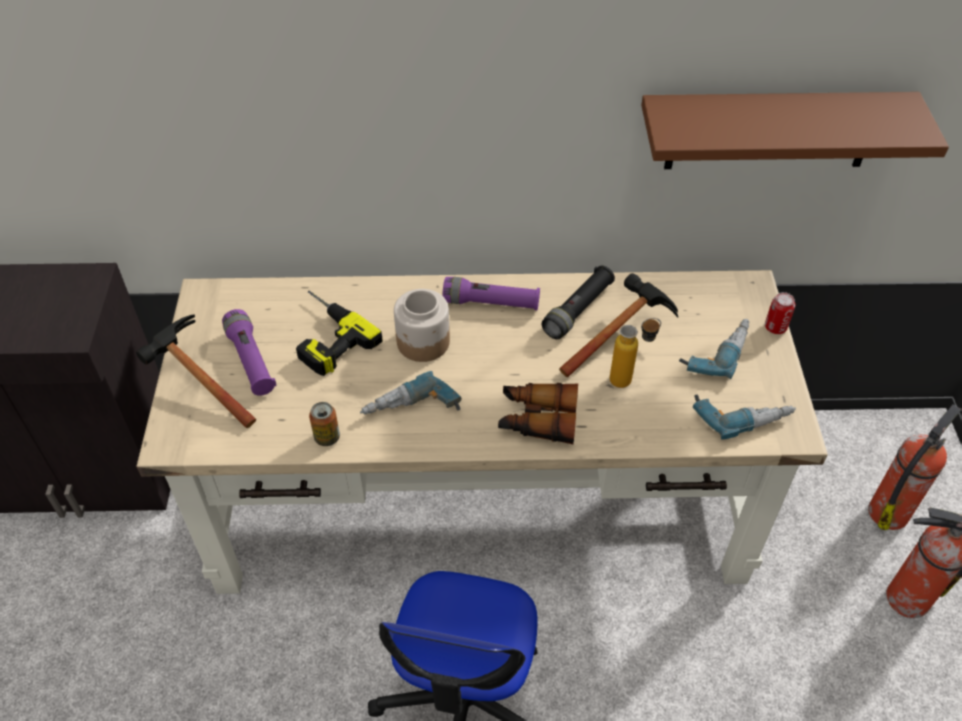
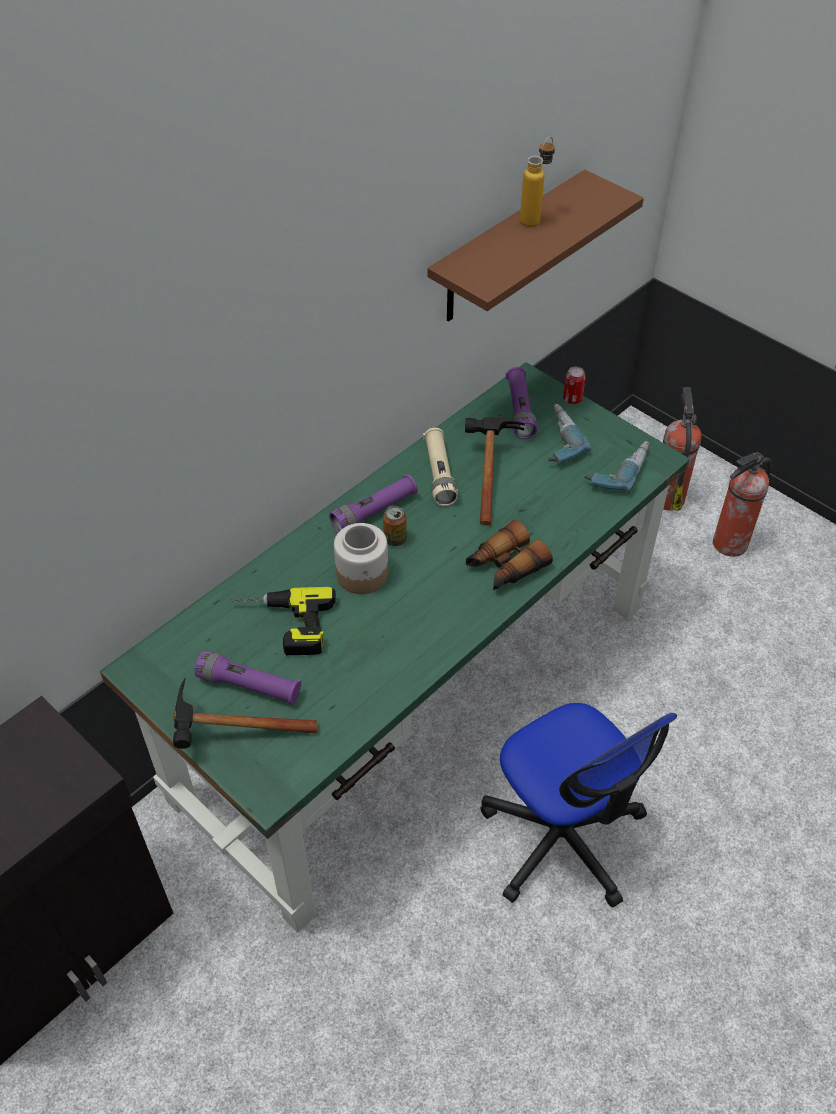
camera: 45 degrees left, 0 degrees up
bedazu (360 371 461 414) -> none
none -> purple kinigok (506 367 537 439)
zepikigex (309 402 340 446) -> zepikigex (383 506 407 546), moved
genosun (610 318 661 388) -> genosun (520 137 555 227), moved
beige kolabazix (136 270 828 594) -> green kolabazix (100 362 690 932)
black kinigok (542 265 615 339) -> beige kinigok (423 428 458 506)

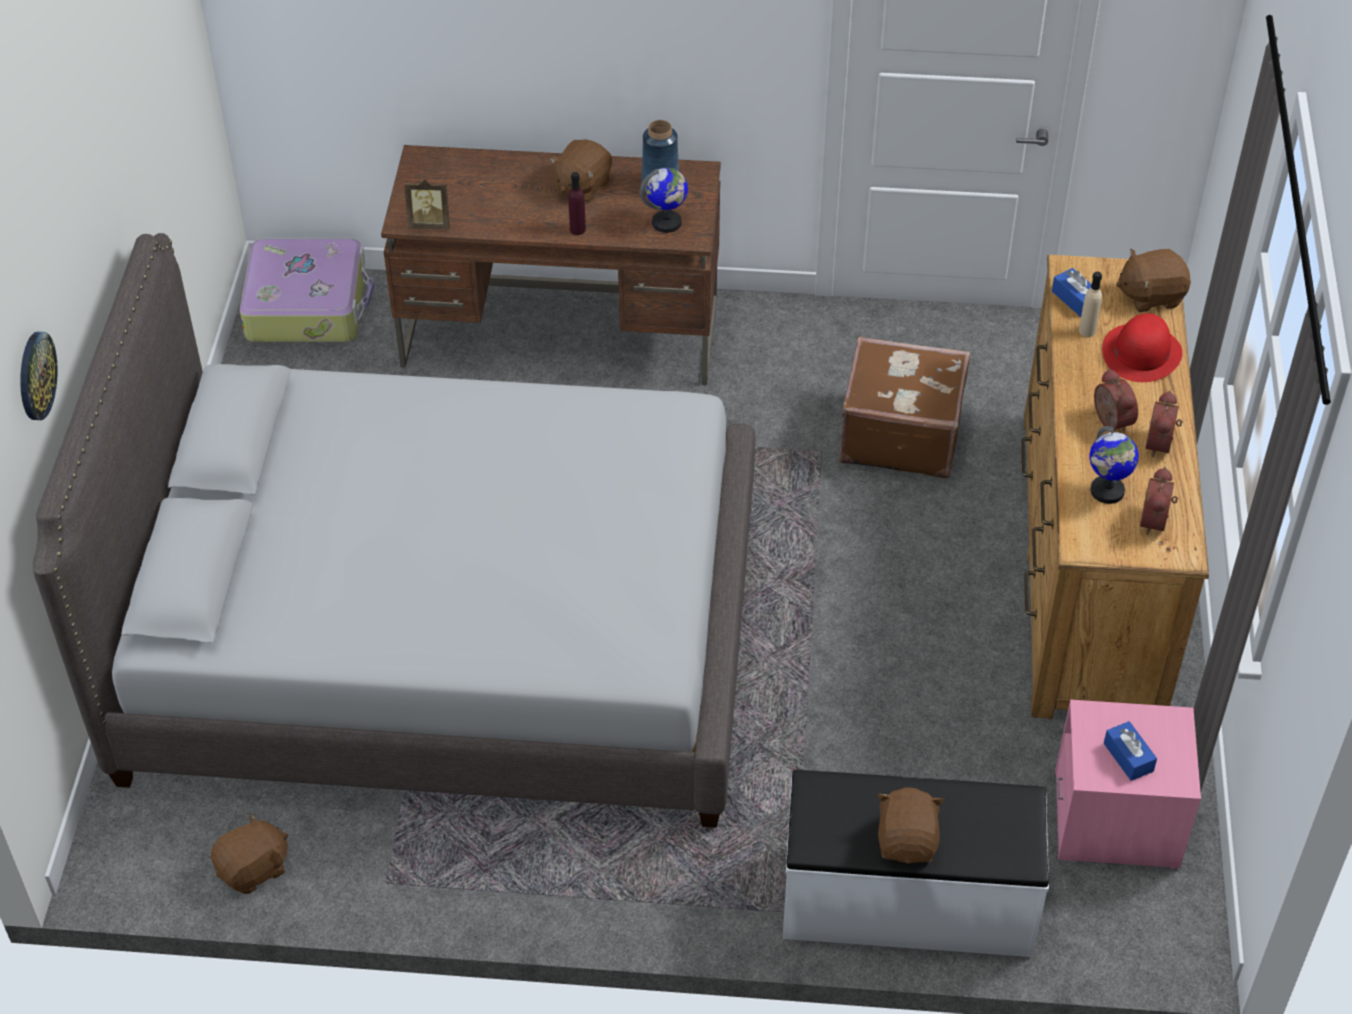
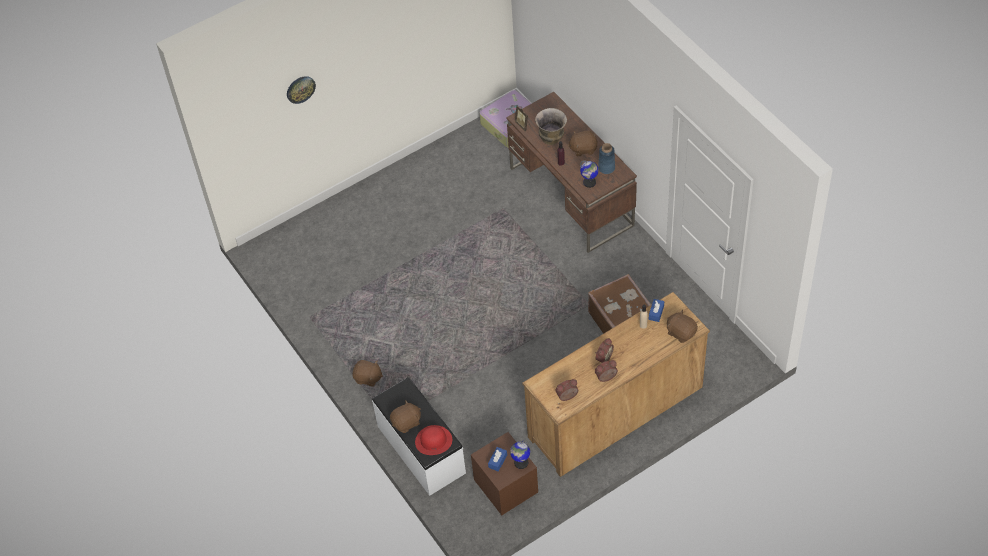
camera: 55 degrees right, 5 degrees up
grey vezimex (33 233 755 828) -> none
none -> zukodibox (535 108 567 145)
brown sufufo (211 813 288 894) -> brown sufufo (352 360 383 387), moved
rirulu (1089 426 1139 504) -> rirulu (510 439 530 469), moved
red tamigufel (1102 313 1183 382) -> red tamigufel (415 425 452 455), moved
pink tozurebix (1055 699 1201 869) -> brown tozurebix (471 432 538 515)

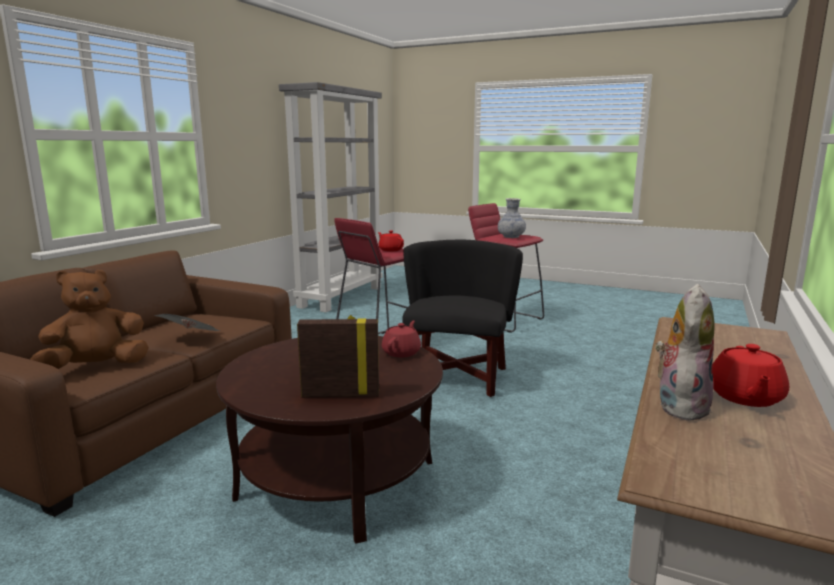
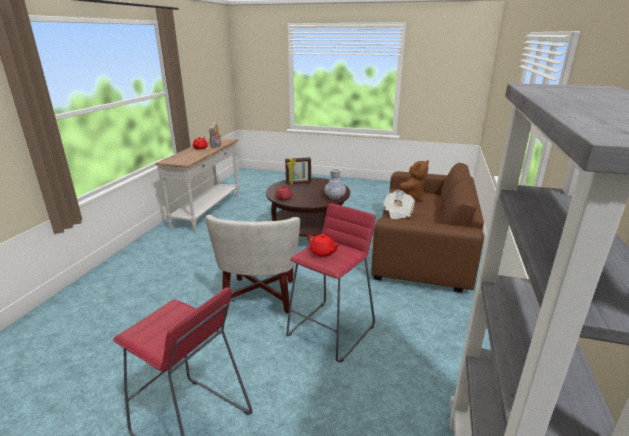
camera: 170 degrees right, 10 degrees up
zukodibox (498 198 526 238) -> zukodibox (325 168 346 199), moved
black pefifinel (402 240 523 397) -> white pefifinel (206 215 300 313)

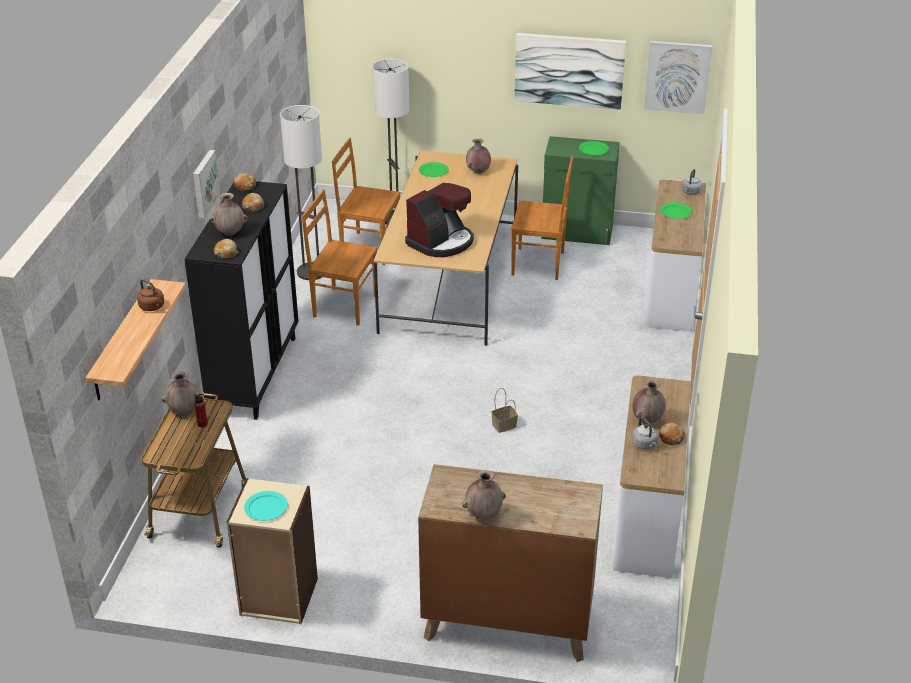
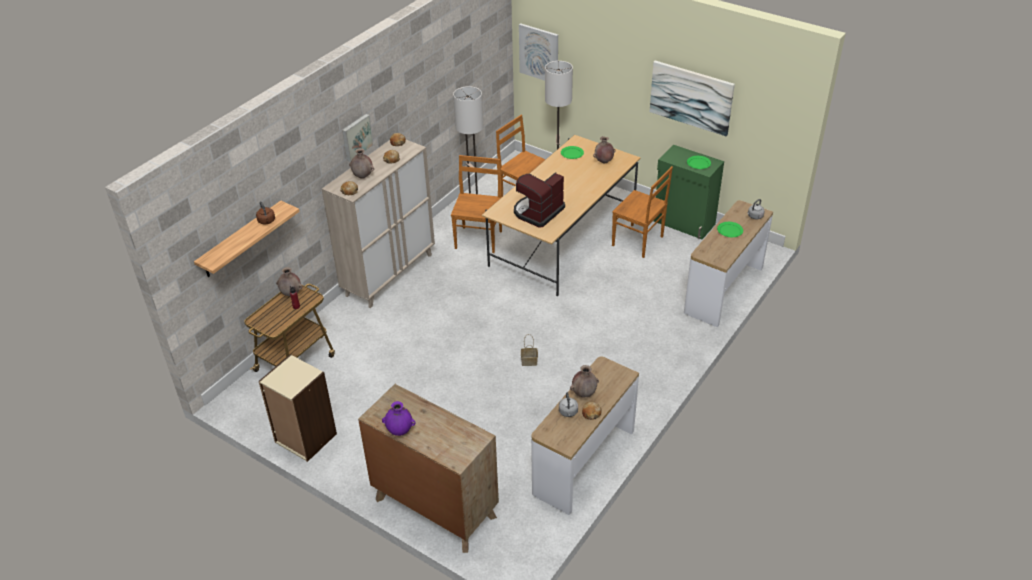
camera: 25 degrees right, 5 degrees up
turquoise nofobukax (244 491 288 521) -> none
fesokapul (644 41 713 114) -> fesokapul (519 23 558 81), moved
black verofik (185 181 299 420) -> beige verofik (322 140 435 308)
brown zukodibox (462 470 506 519) -> purple zukodibox (382 401 415 436)
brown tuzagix (302 189 378 326) -> brown tuzagix (451 155 502 253), 60 degrees clockwise
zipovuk (405 183 474 257) -> zipovuk (514 172 565 228), 150 degrees clockwise

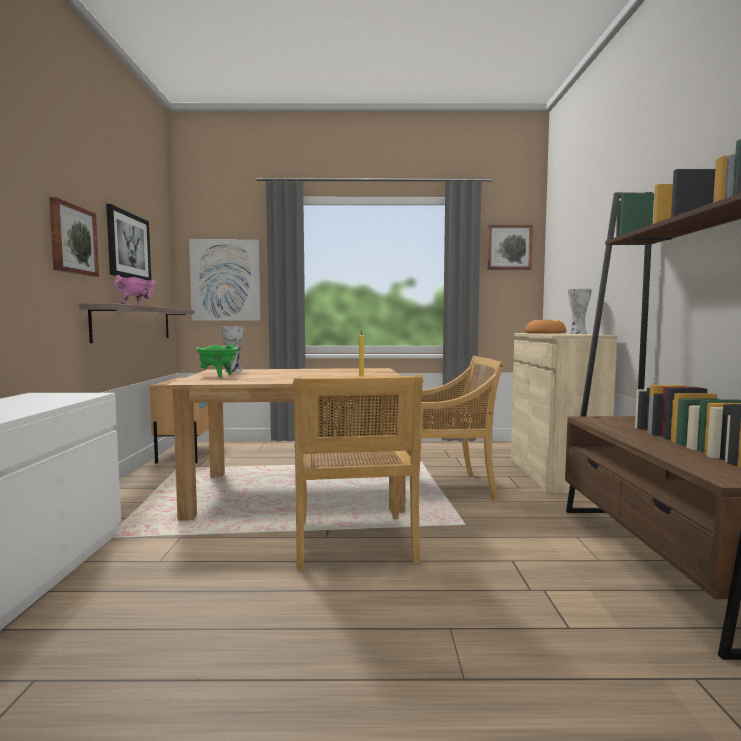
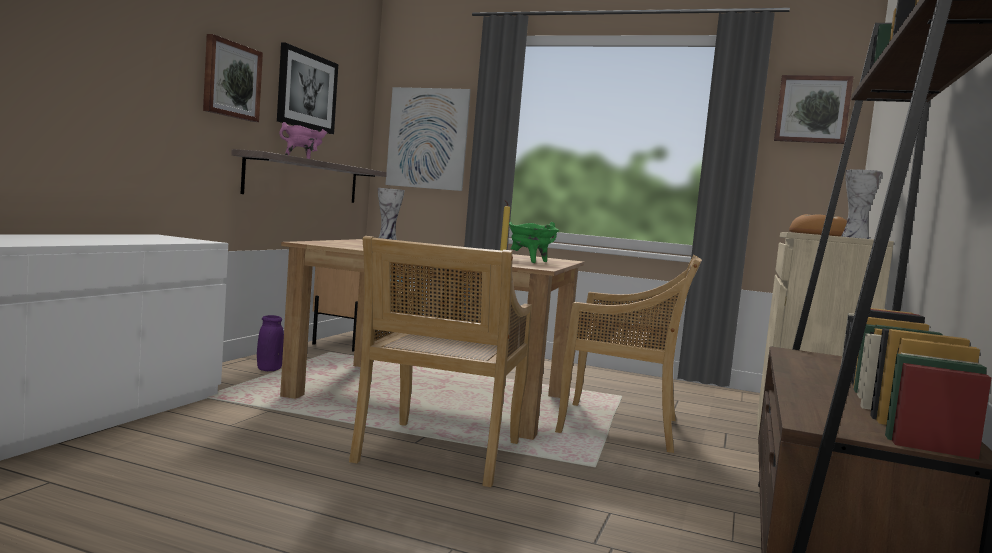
camera: 20 degrees right, 0 degrees up
none -> purple zukodibox (257 315 284 371)
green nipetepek (196 343 238 377) -> green nipetepek (509 222 559 263), moved

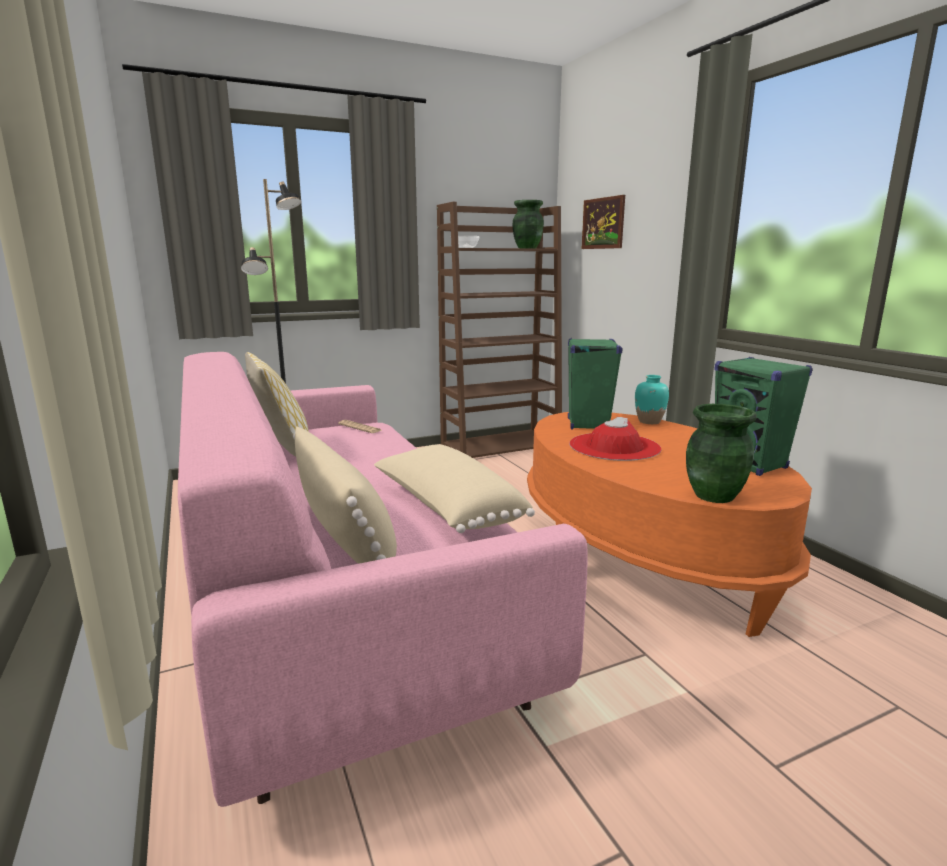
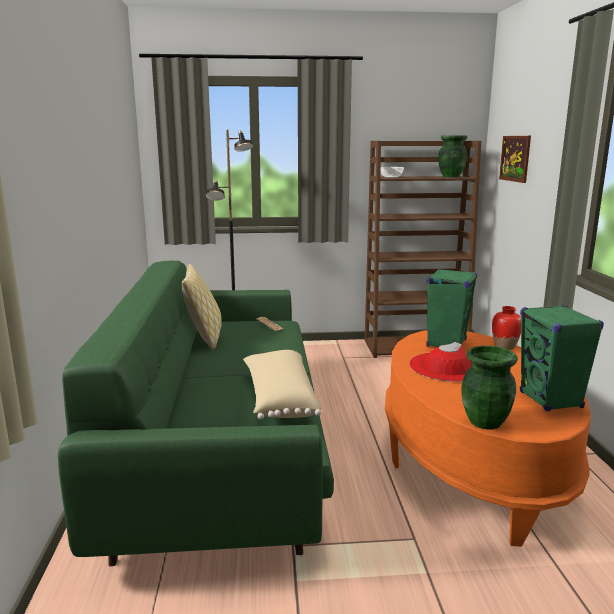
camera: 20 degrees right, 0 degrees up
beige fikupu (293 426 397 564) -> none
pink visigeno (178 352 588 807) -> green visigeno (58 261 334 566)
turquoise zukodibox (635 375 669 424) -> red zukodibox (492 306 521 350)

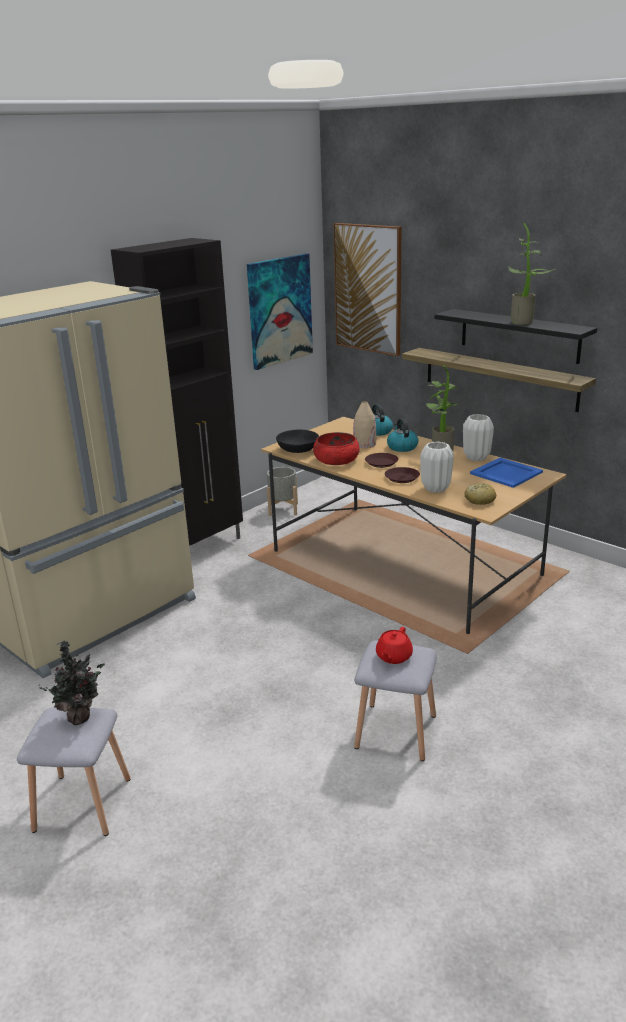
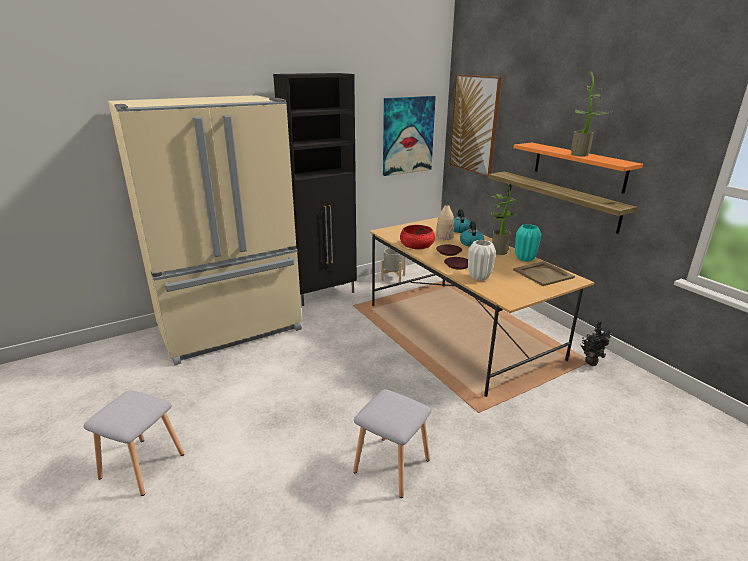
camera: 15 degrees right, 0 degrees up
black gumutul (276 429 319 453) -> none
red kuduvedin (376 627 413 664) -> none
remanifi (464 483 496 505) -> none
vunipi (39 641 105 725) -> vunipi (580 320 612 366), moved
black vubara (435 309 597 364) -> orange vubara (513 143 643 194)
white zukodibox (463 414 494 461) -> turquoise zukodibox (515 224 541 262)
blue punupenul (470 458 543 488) -> beige punupenul (513 261 575 286)

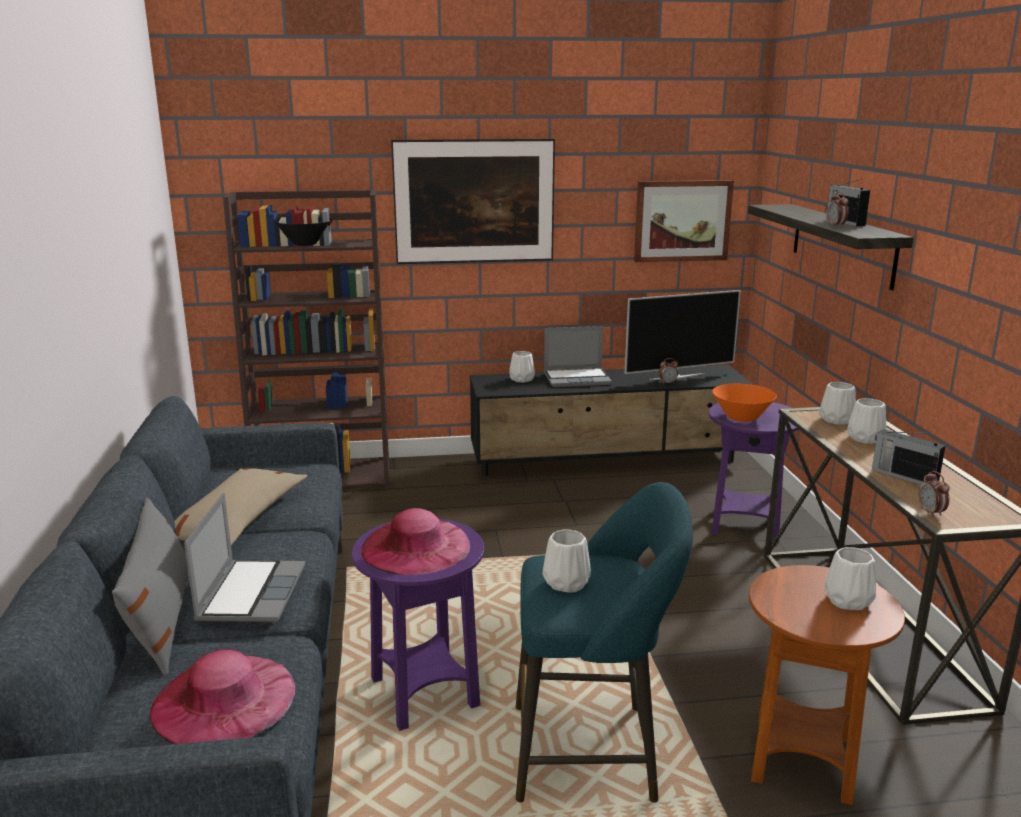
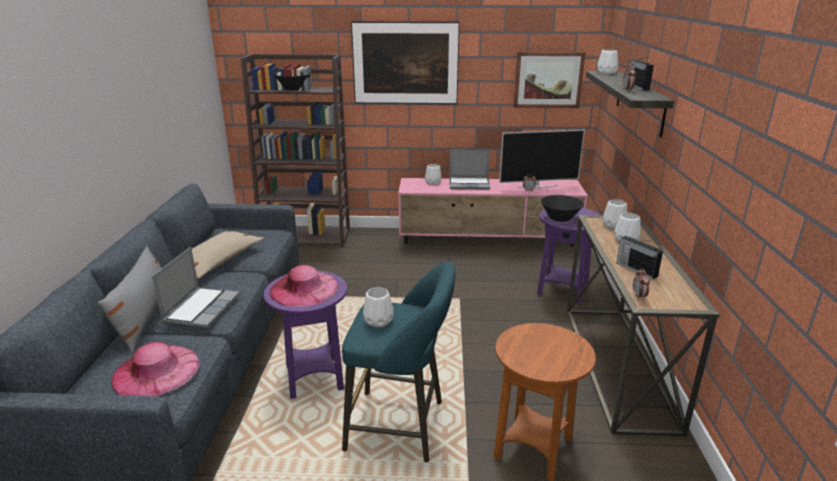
camera: 10 degrees right, 5 degrees up
white zukodibox (825 547 876 610) -> white zukodibox (597 50 618 74), moved
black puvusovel (470 365 754 476) -> pink puvusovel (398 178 588 247)
orange gumutul (712 384 777 422) -> black gumutul (541 195 584 222)

